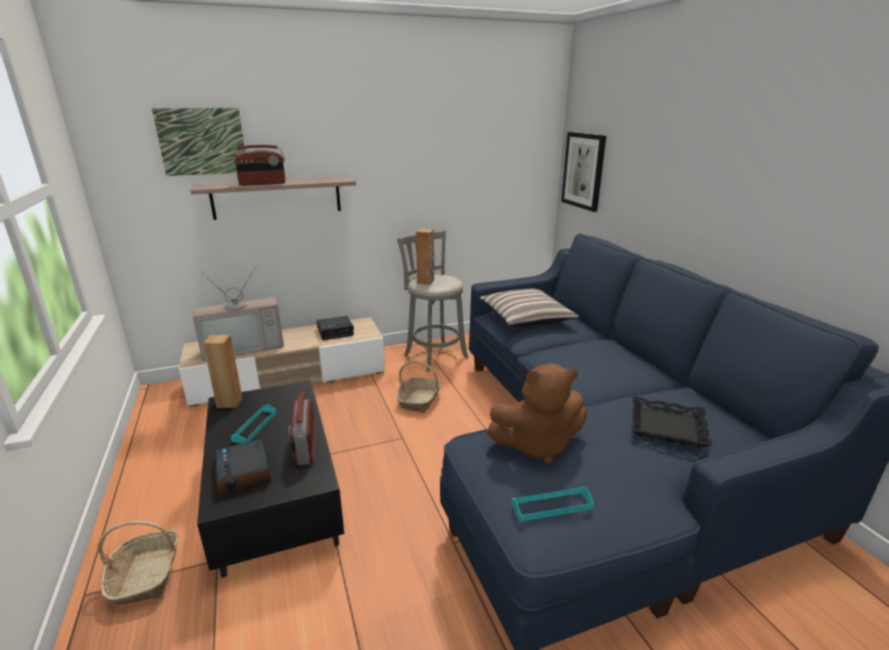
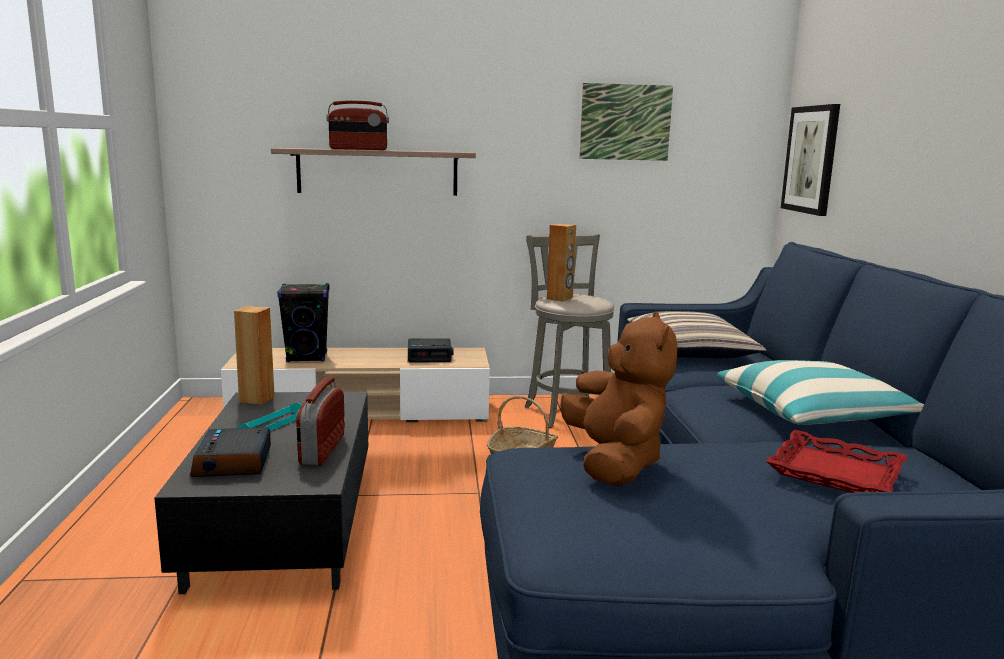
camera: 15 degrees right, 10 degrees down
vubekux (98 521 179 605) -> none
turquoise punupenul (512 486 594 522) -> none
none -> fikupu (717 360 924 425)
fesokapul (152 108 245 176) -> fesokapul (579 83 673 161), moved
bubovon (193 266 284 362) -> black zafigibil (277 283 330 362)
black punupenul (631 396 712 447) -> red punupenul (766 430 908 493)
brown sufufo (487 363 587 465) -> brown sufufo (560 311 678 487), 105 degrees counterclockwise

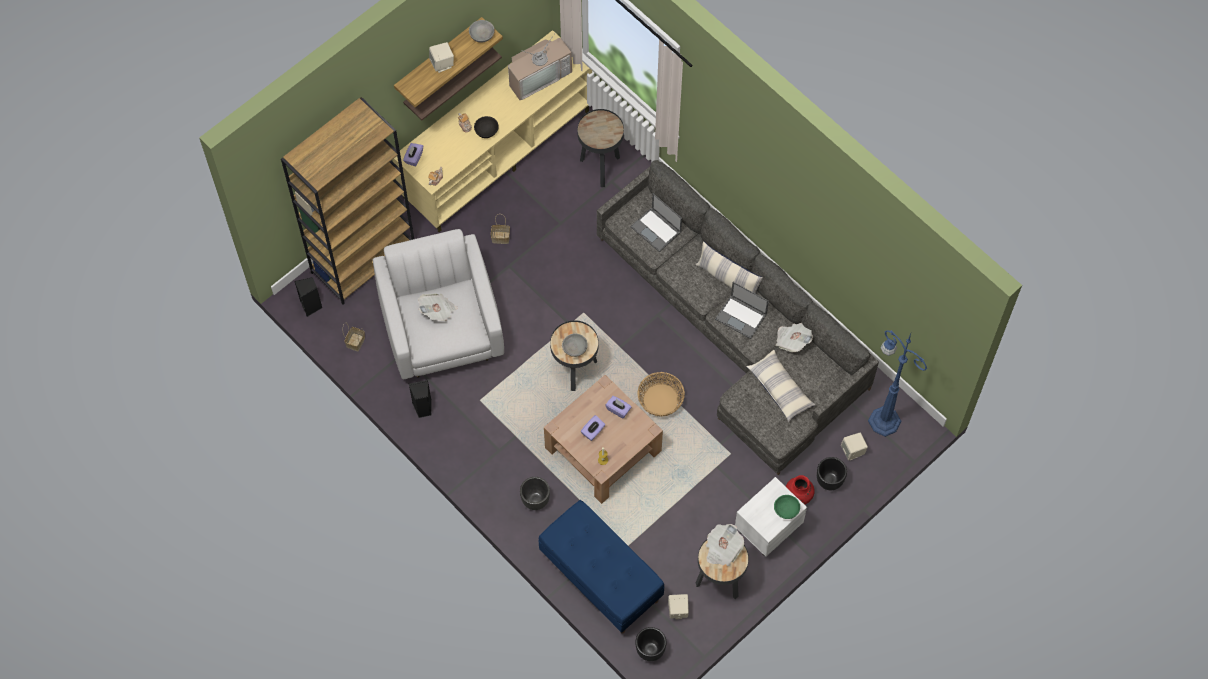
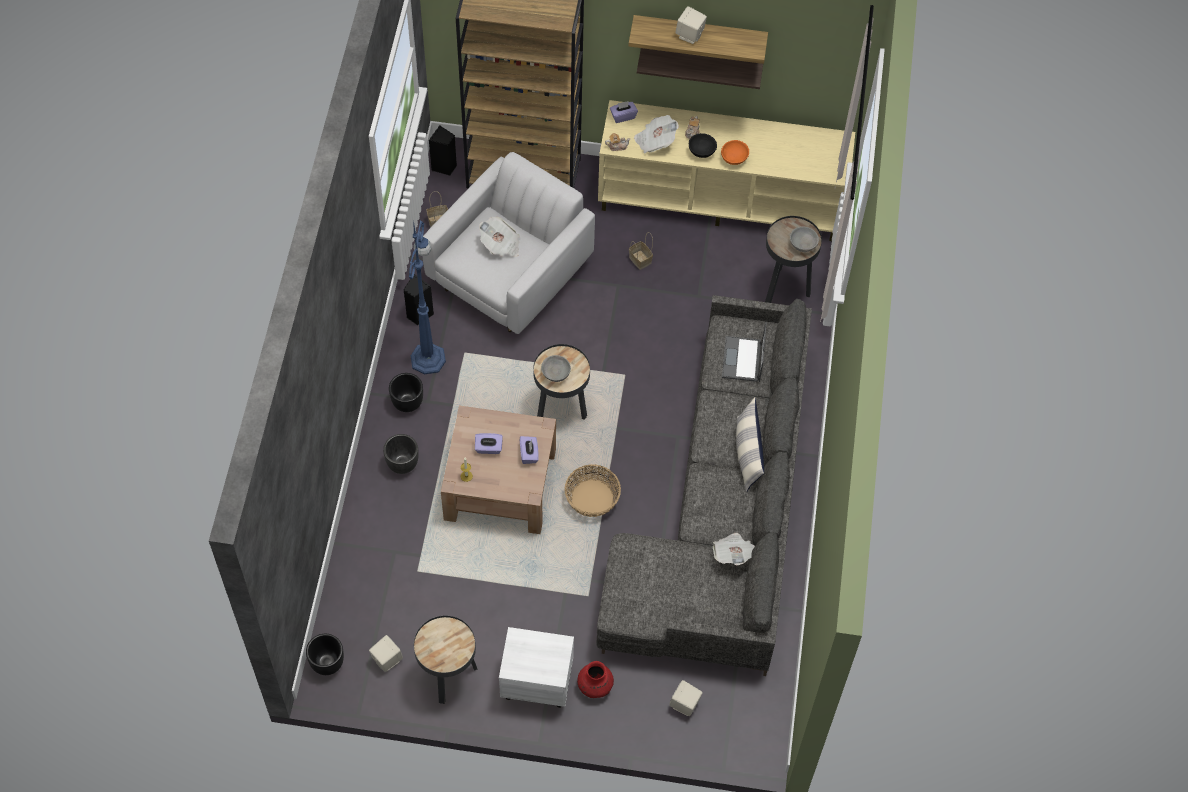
camera: 50 degrees right, 5 degrees down
bubovon (508 32 572 100) -> none
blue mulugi (538 500 664 634) -> none
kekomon (715 282 769 339) -> none
fikupu (746 350 815 422) -> none
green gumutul (774 495 800 519) -> none
none -> orange gumutul (721 140 749 165)
grey gumutul (469 20 495 43) -> grey gumutul (790 227 819 252), moved
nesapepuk (706 524 744 566) -> nesapepuk (634 115 679 154), moved
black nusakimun (817 457 847 491) -> black nusakimun (389 373 423 412), moved
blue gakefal (868 330 927 437) -> blue gakefal (409 220 446 374), moved

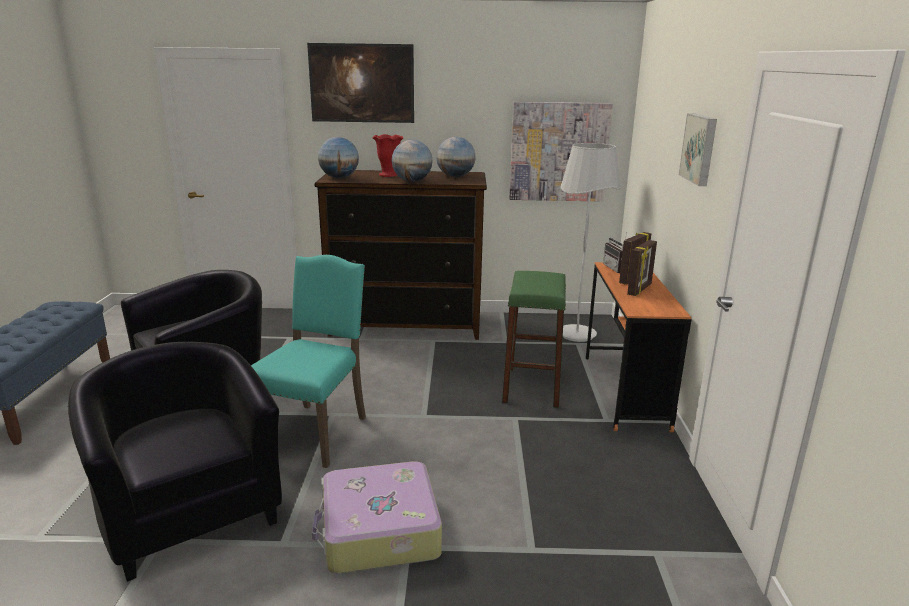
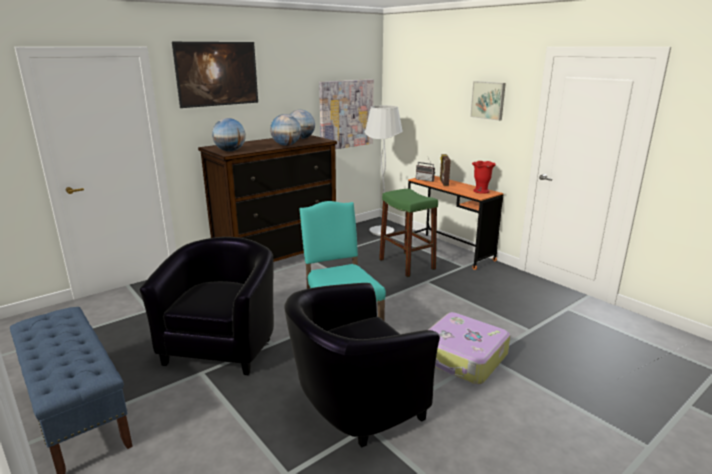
camera: 40 degrees left, 0 degrees up
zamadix (627 240 657 296) -> none
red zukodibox (372 134 403 177) -> red zukodibox (472 161 496 194), moved
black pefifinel (68 342 282 582) -> black pefifinel (284 283 440 448), 45 degrees counterclockwise

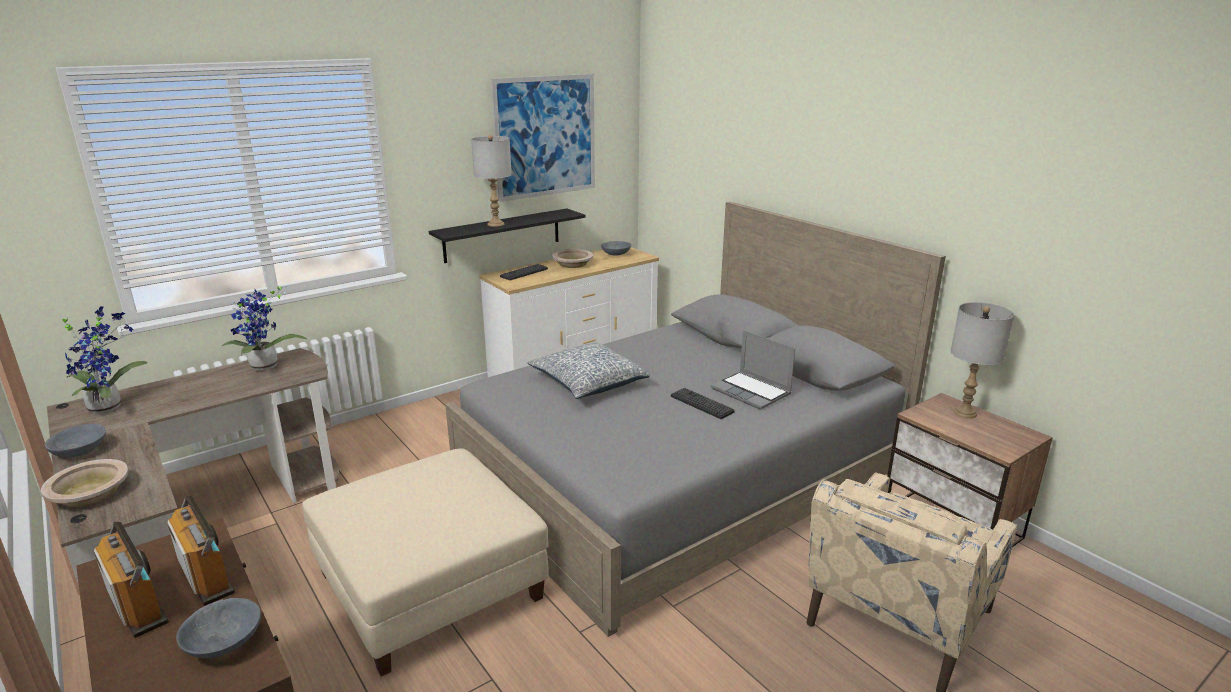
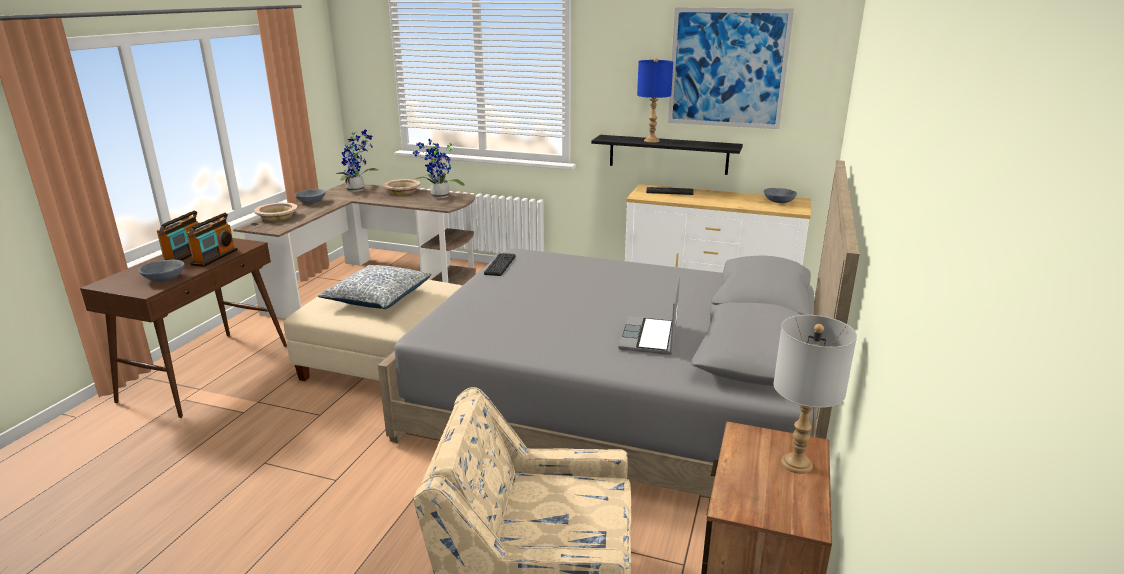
camera: 55 degrees right, 0 degrees up
fikupu (527 342 650 399) -> fikupu (318 265 431 309), moved
beige gumutul (552 249 593 268) -> beige gumutul (383 179 420 195), moved
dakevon (671 388 735 419) -> dakevon (484 253 516 276), moved
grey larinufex (471 135 512 227) -> blue larinufex (637 58 673 143)

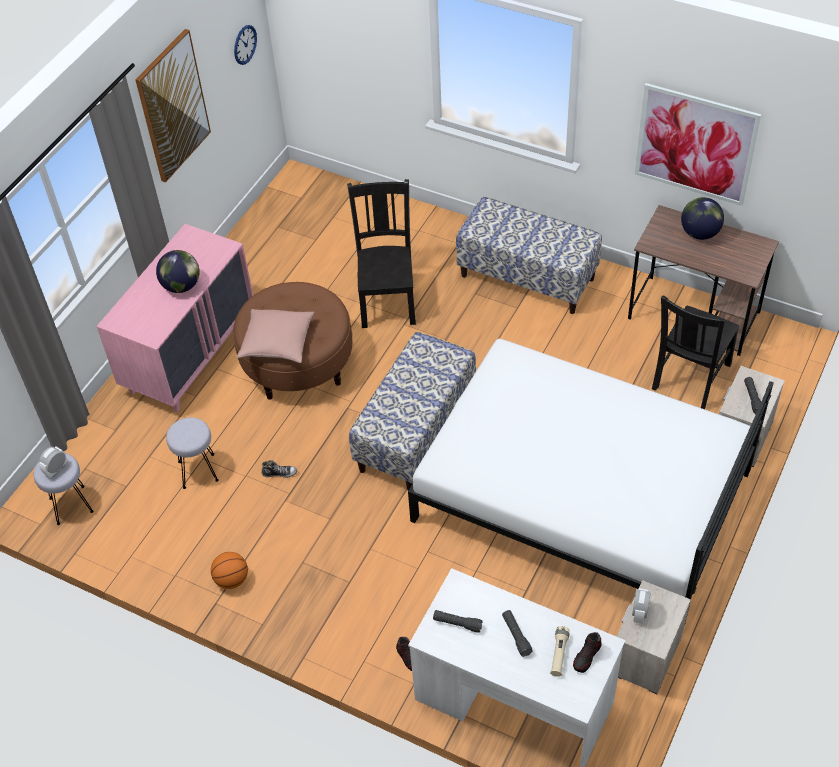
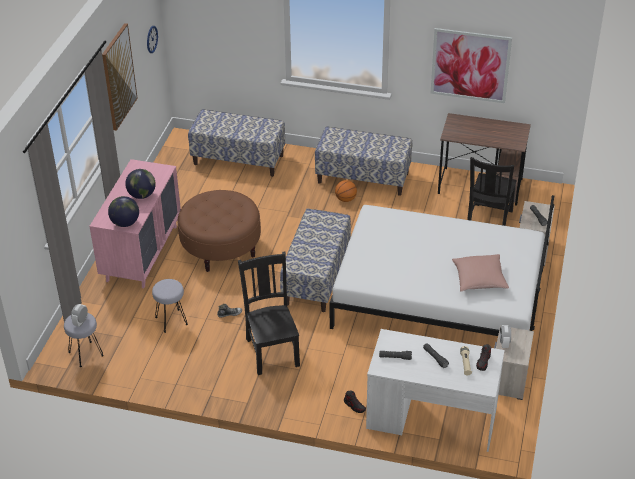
camera: 15 degrees left, 10 degrees down
none -> mulugi (188 109 285 177)
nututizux (211 552 248 589) -> nututizux (335 180 357 202), moved
pink fikupu (237 309 315 363) -> pink fikupu (452 254 509 292), moved
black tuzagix (347 179 416 328) -> black tuzagix (238 252 300 375), moved
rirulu (681 197 724 240) -> rirulu (108 196 139 227), moved

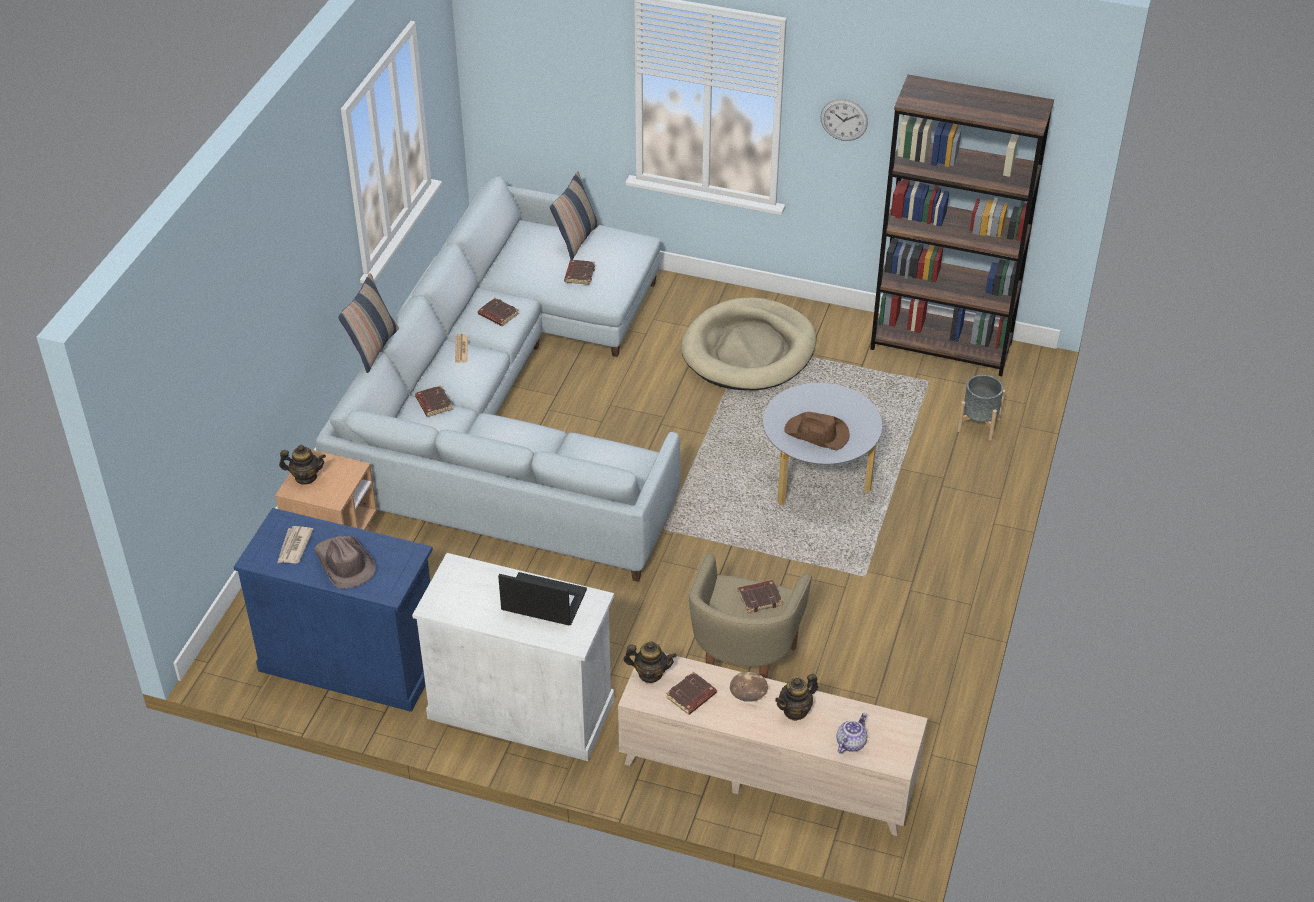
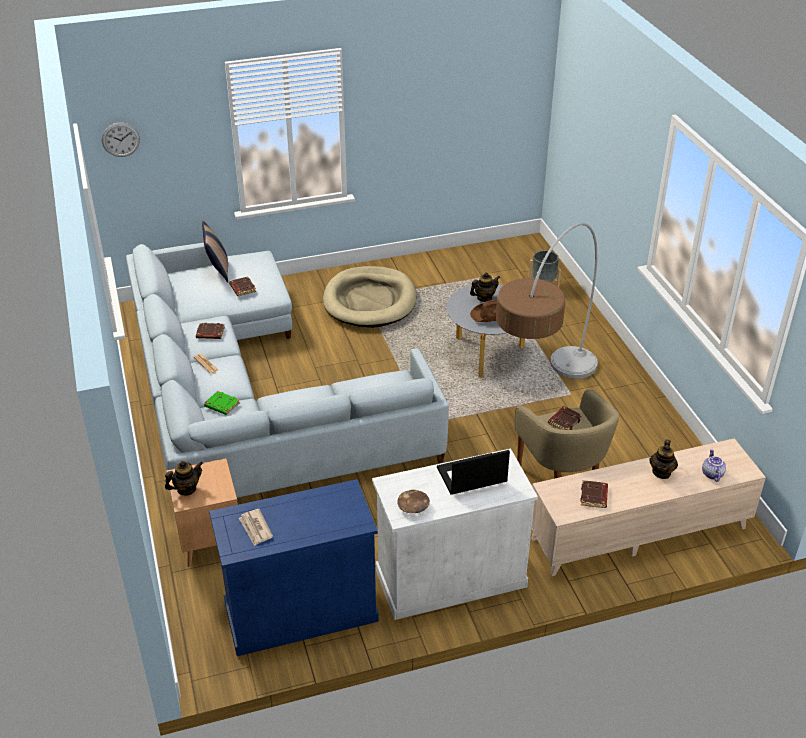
camera: 35 degrees left, 5 degrees down
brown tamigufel (314 536 376 589) -> none
fikupu (338 273 399 373) -> none
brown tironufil (870 75 1054 376) -> none
none -> gakefal (496 223 598 379)
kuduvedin (624 641 677 683) -> kuduvedin (470 272 500 302), moved
brown gumutul (730 672 768 702) -> brown gumutul (397 490 430 513), moved
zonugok (820 99 868 141) -> zonugok (102 123 140 157), moved
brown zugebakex (415 385 453 417) -> green zugebakex (204 391 240 415)

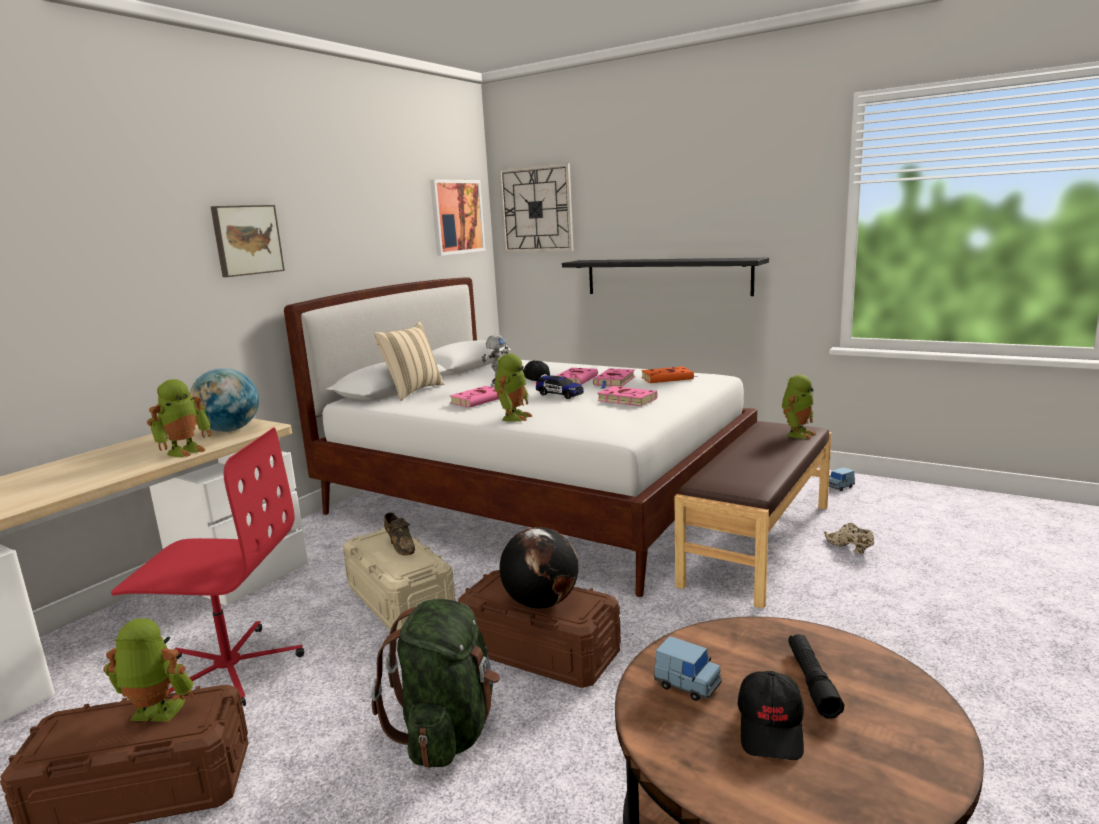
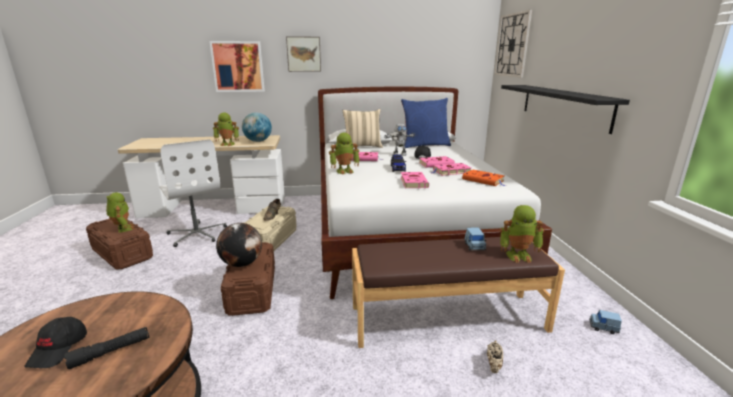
camera: 50 degrees right, 5 degrees up
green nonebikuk (371 599 500 768) -> none
none -> blue fikupu (401 98 451 148)
fesokapul (430 179 486 256) -> fesokapul (209 41 265 92), moved
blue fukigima (654 636 722 701) -> blue fukigima (464 227 486 251), moved
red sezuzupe (111 428 304 706) -> white sezuzupe (159 139 227 247)
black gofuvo (738 671 804 760) -> black gofuvo (24 317 87 368), 60 degrees counterclockwise

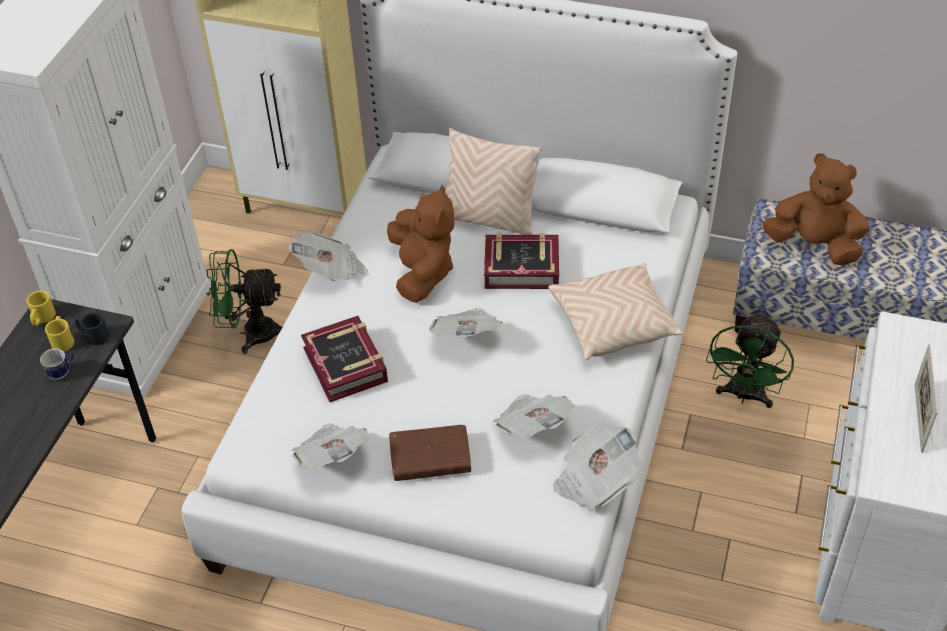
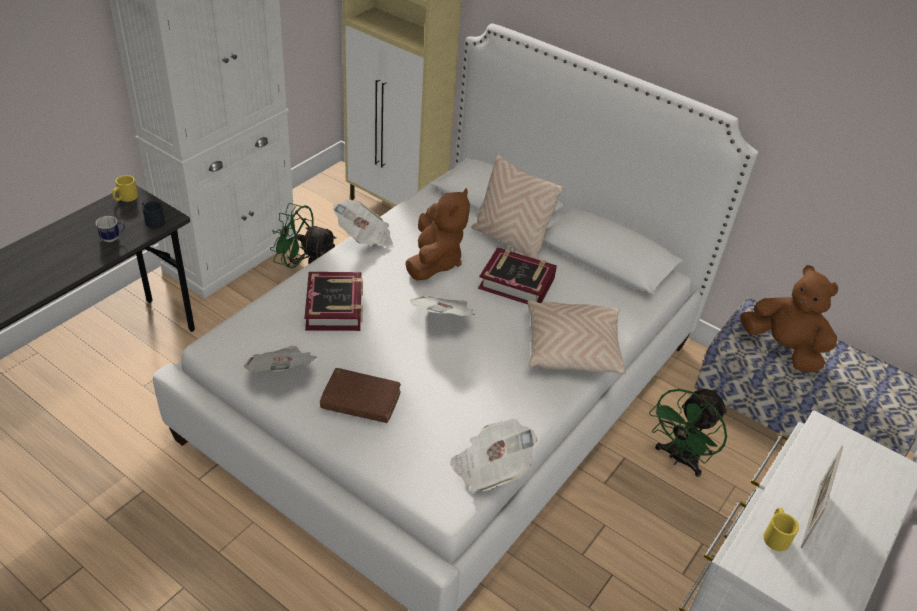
camera: 15 degrees right, 5 degrees down
nesapepuk (493 394 575 438) -> none
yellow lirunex (45 316 74 351) -> yellow lirunex (763 508 799 551), moved

